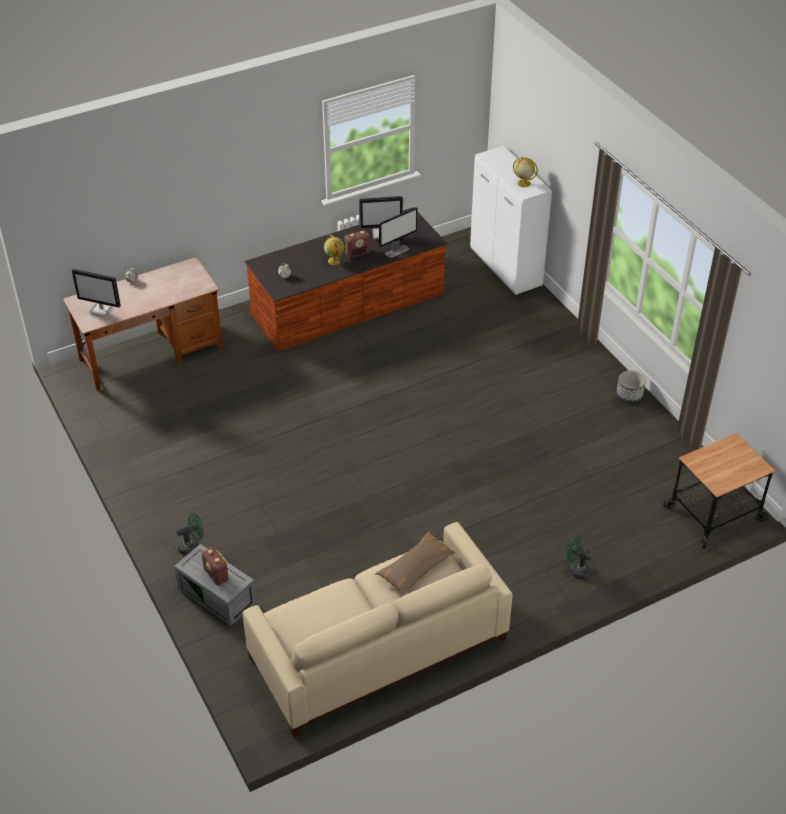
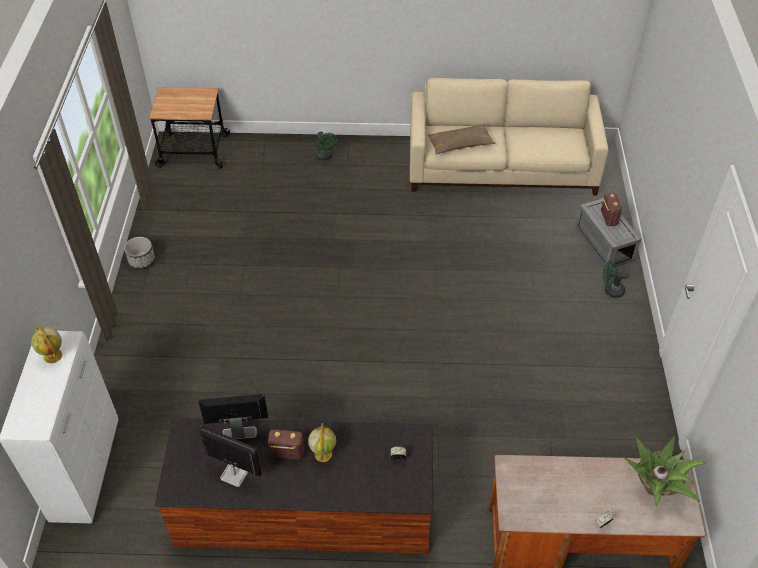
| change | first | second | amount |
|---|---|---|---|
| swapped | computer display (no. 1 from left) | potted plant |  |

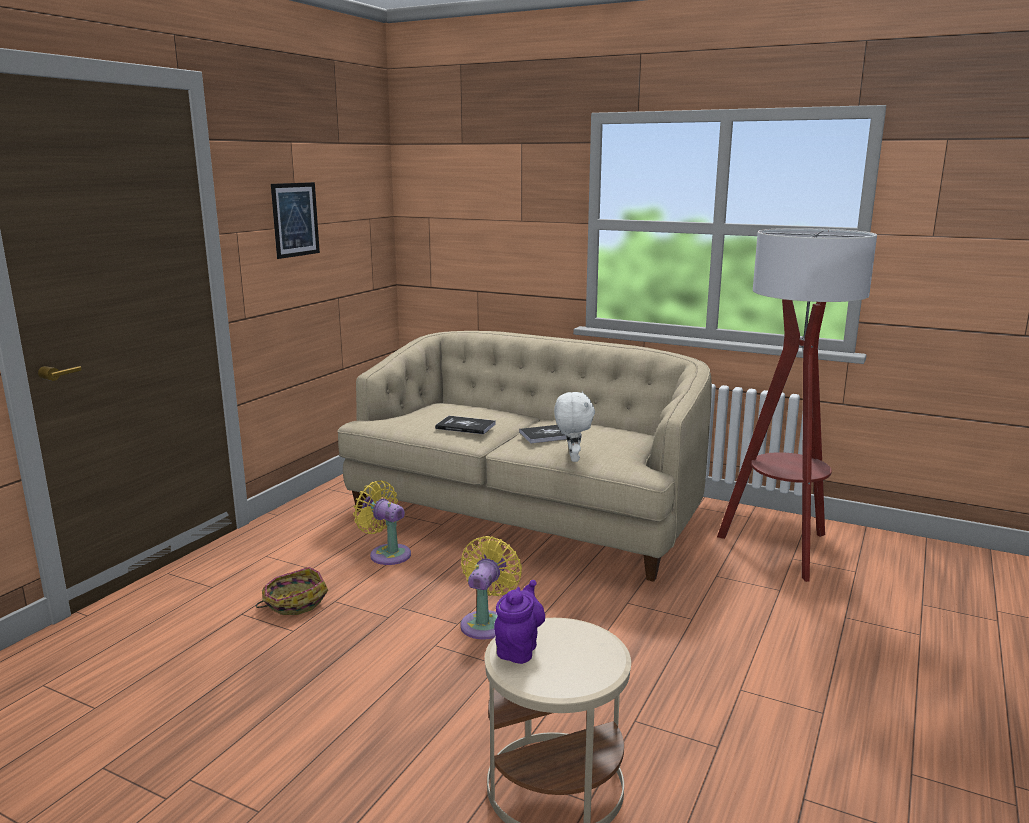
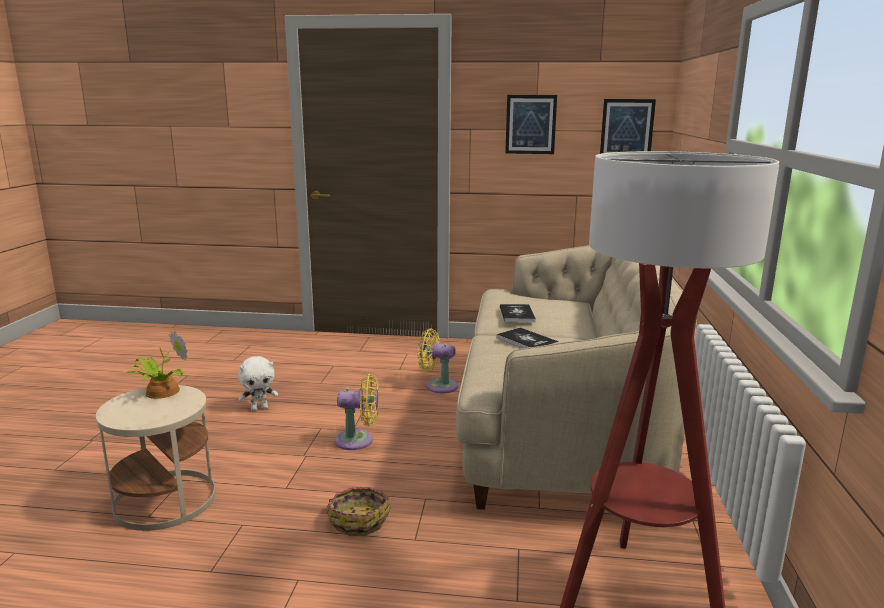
| change | first | second | amount |
|---|---|---|---|
| shifted | household basket |  |  |
| rotated | yellow cooling fan (no. 1 from left in the first image) | yellow cooling fan (no. 2 from left) | 90 degrees counterclockwise |
| swapped | purple pot for tea | potted plant |  |
| shifted | white plush toy |  |  |
| new |  | wall picture (no. 2 from left) |  |

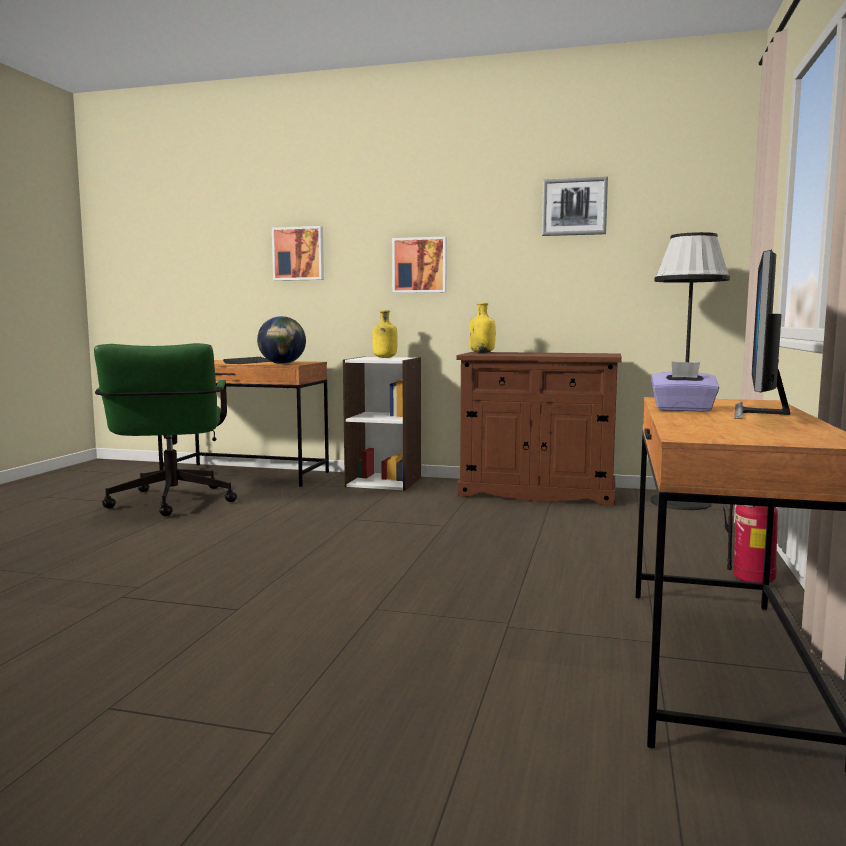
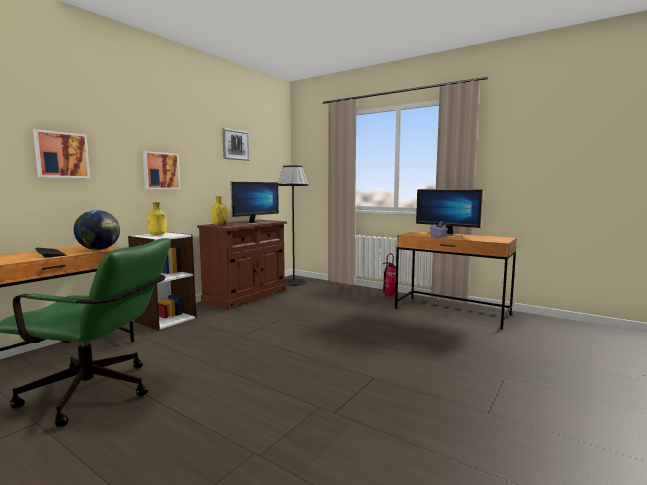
| change | first | second | amount |
|---|---|---|---|
| new |  | computer display (no. 1 from left) |  |

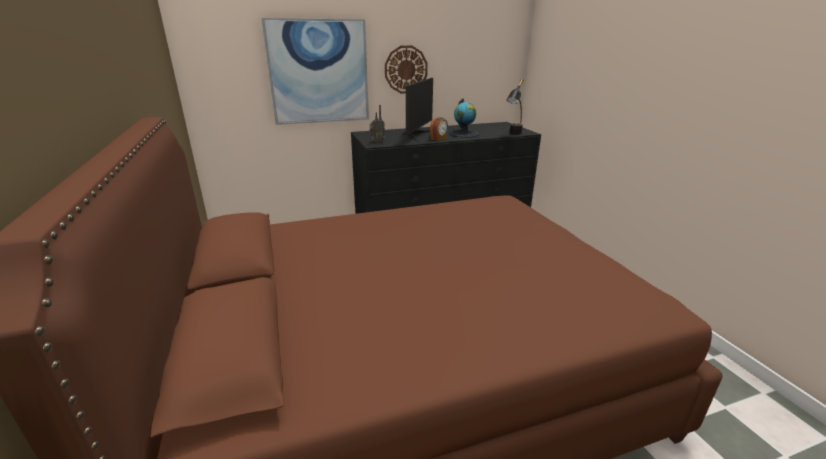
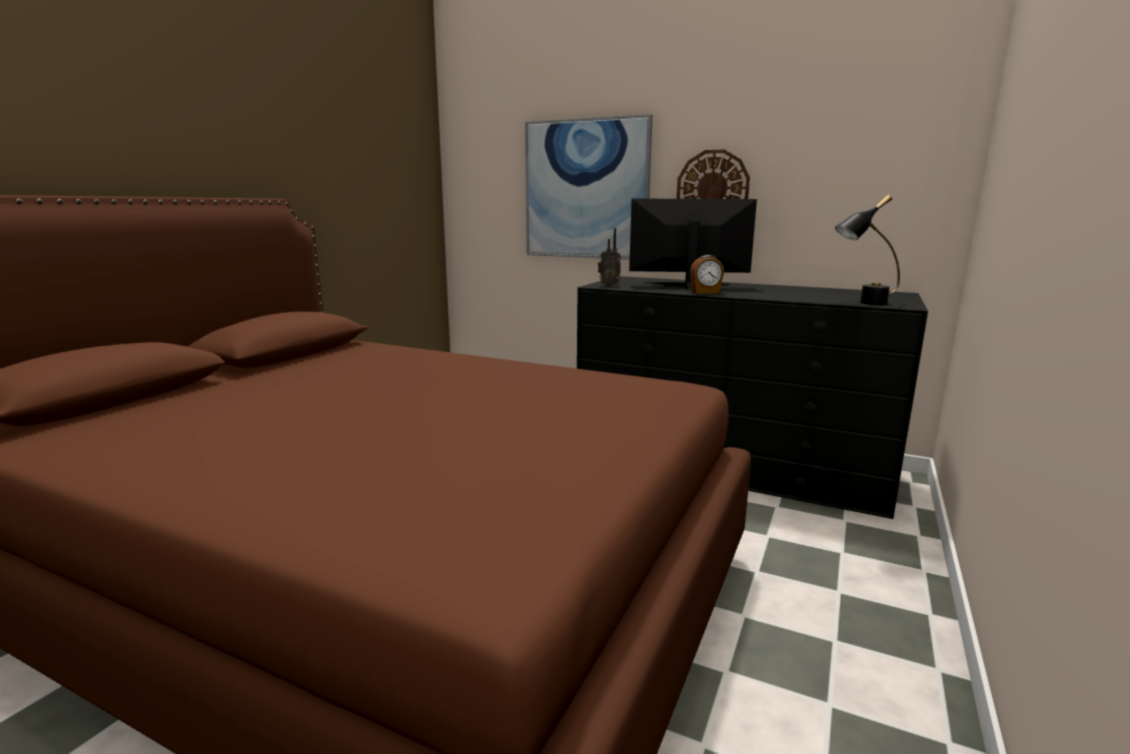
| change | first | second | amount |
|---|---|---|---|
| rotated | computer display |  | 150 degrees counterclockwise |
| gone | world globe |  |  |

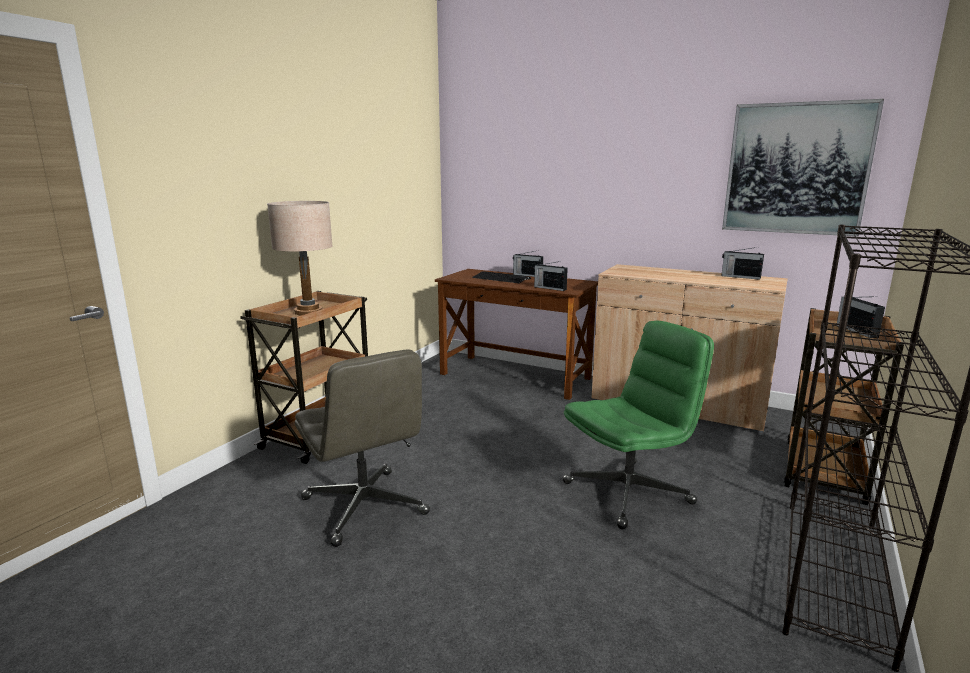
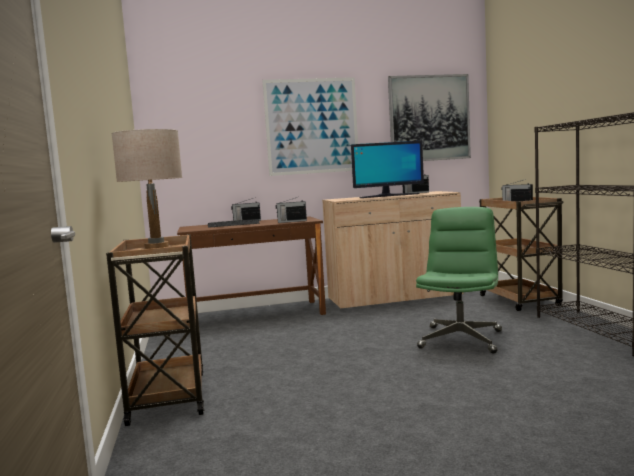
| change | first | second | amount |
|---|---|---|---|
| gone | greyish desk chair |  |  |
| new |  | wall picture (no. 1 from left) |  |
| new |  | computer display |  |

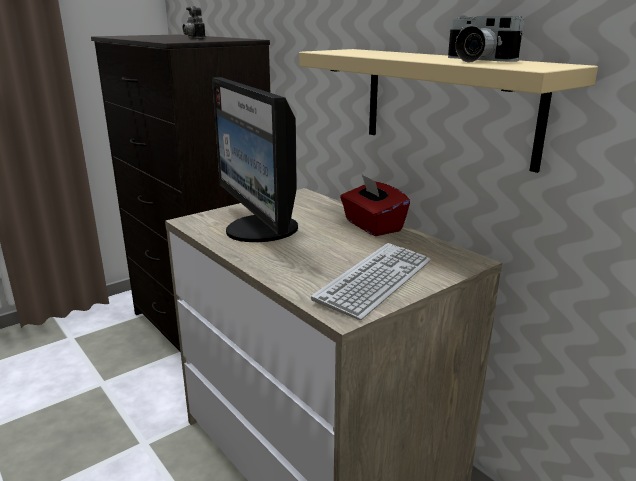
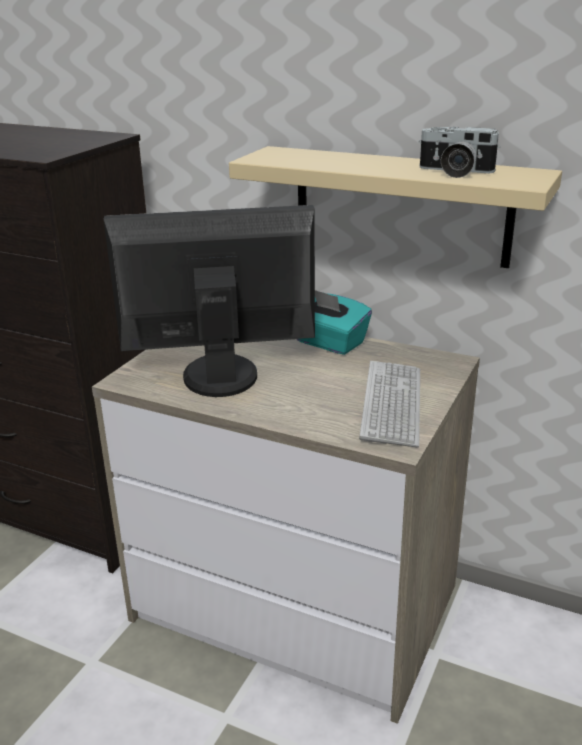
| change | first | second | amount |
|---|---|---|---|
| gone | photo camera (no. 1 from left) |  |  |
| rotated | computer display |  | 135 degrees clockwise |
| repainted | reddish tissue holder | blue-green tissue holder |  |

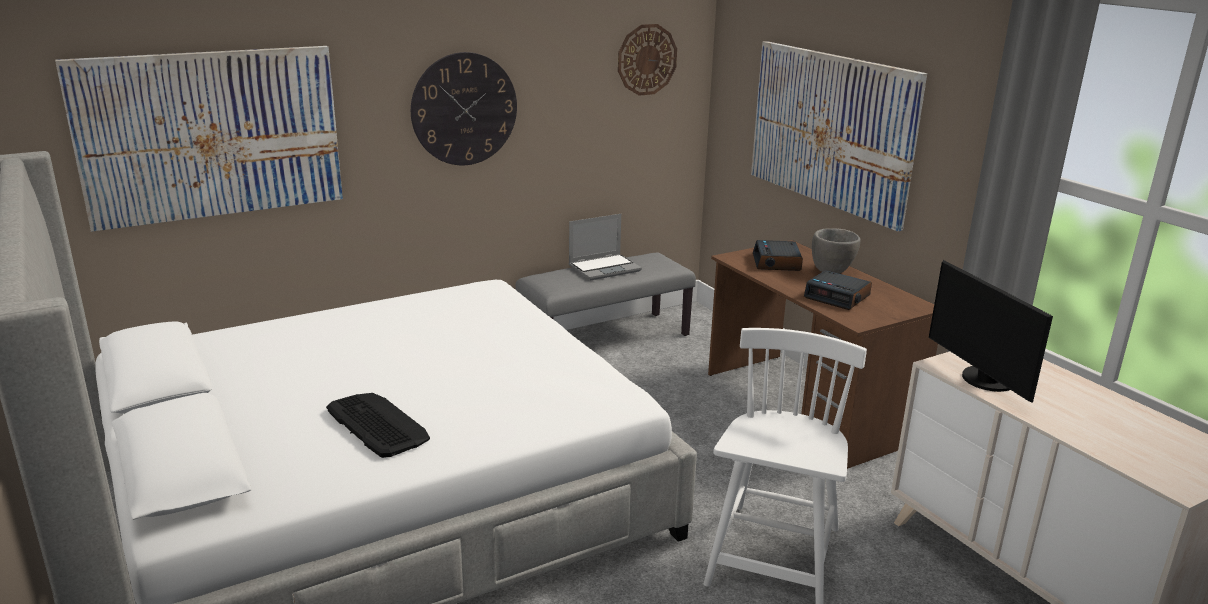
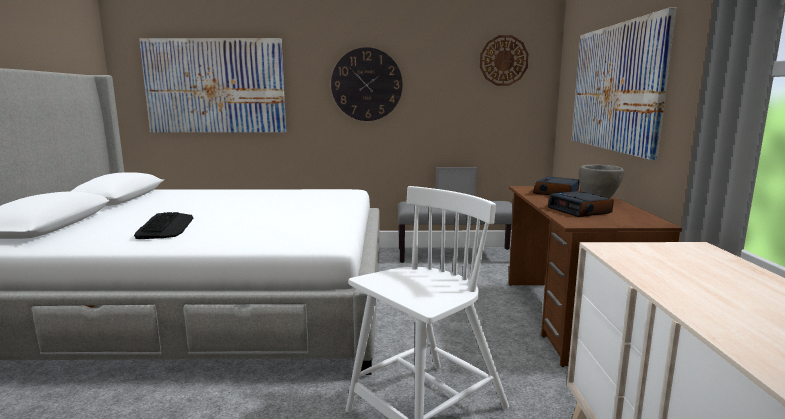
| change | first | second | amount |
|---|---|---|---|
| gone | computer display |  |  |

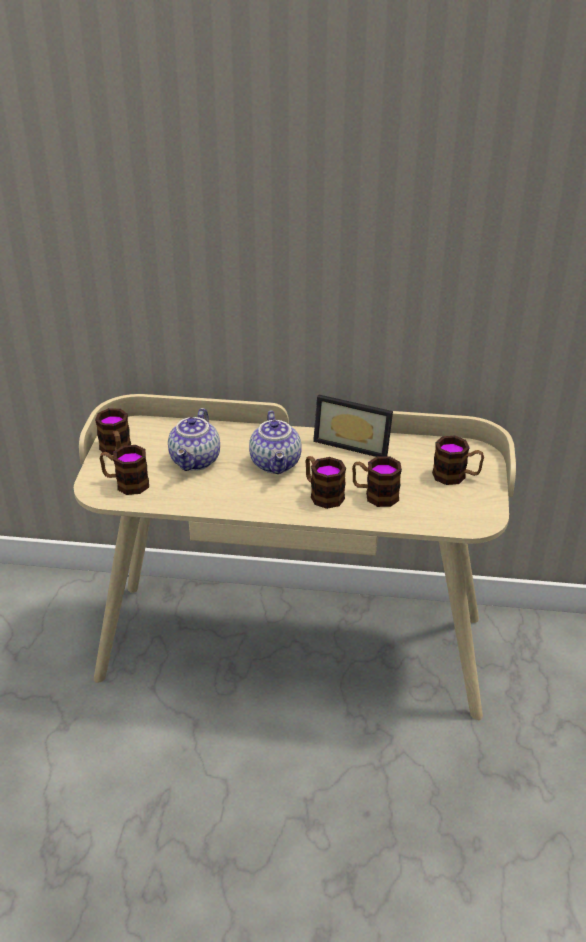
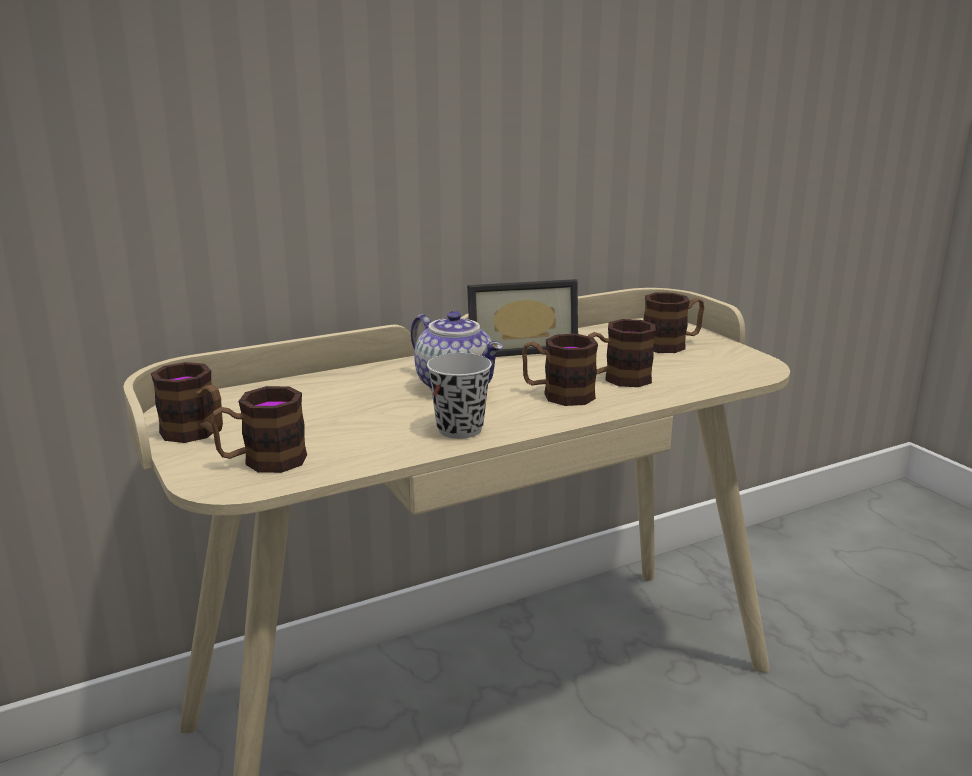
| change | first | second | amount |
|---|---|---|---|
| gone | pot for tea (no. 1 from left) |  |  |
| new |  | black-coloured cup |  |

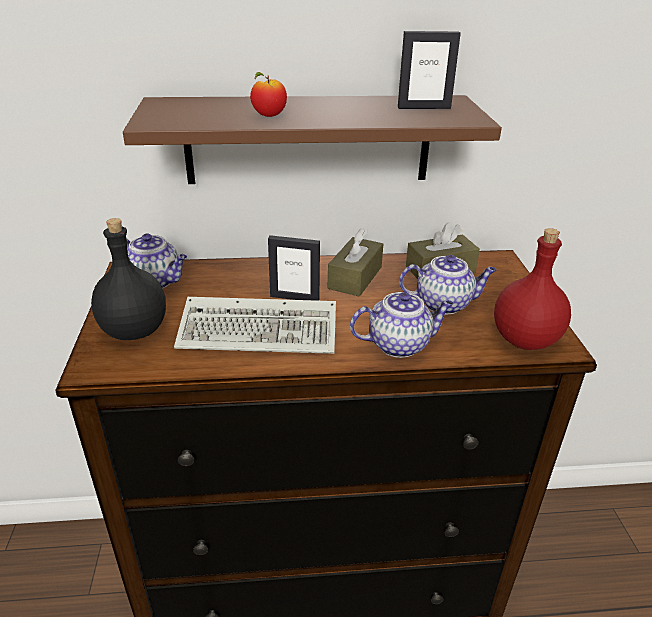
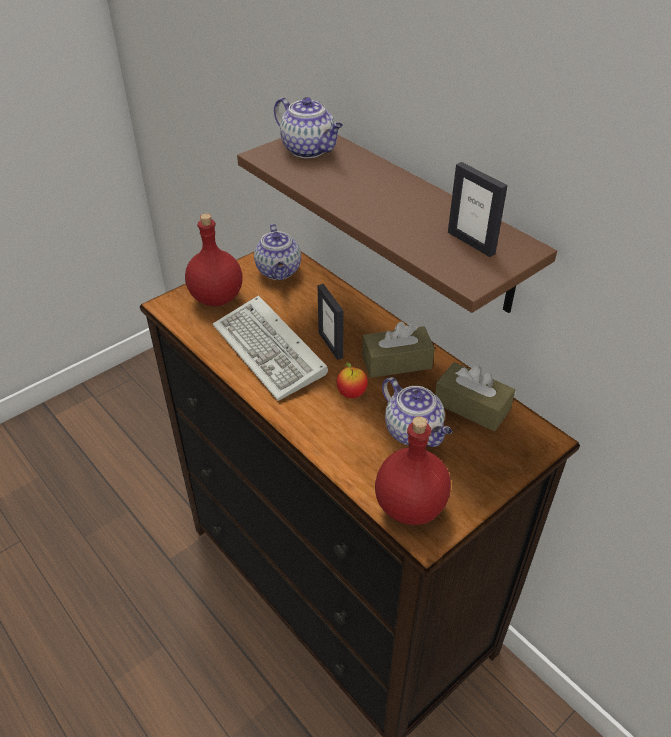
| change | first | second | amount |
|---|---|---|---|
| repainted | black-coloured beverage bottle | reddish beverage bottle (no. 1 from left) |  |
| shifted | whole apple |  |  |
| shifted | pot for tea (no. 2 from left) |  |  |

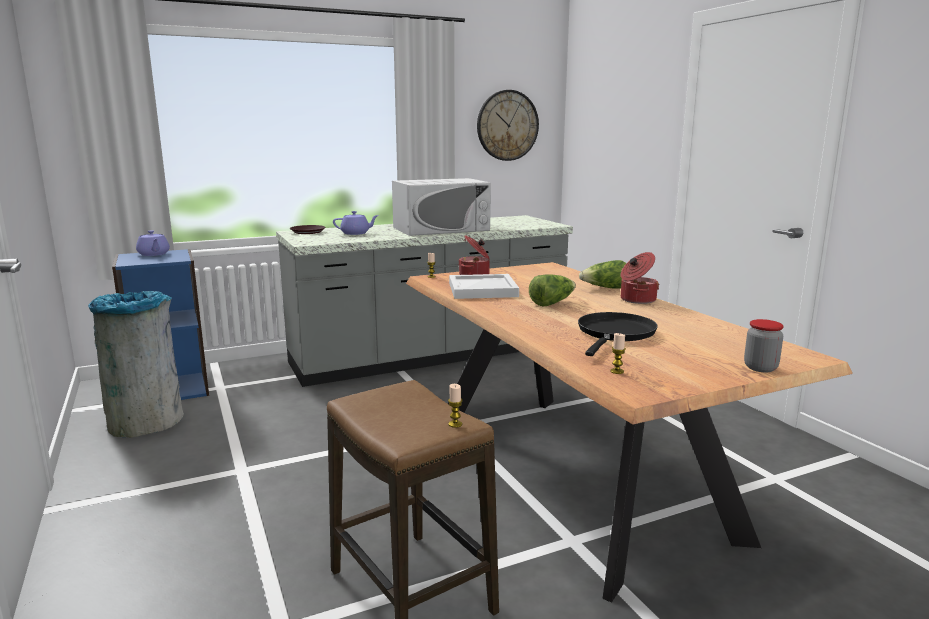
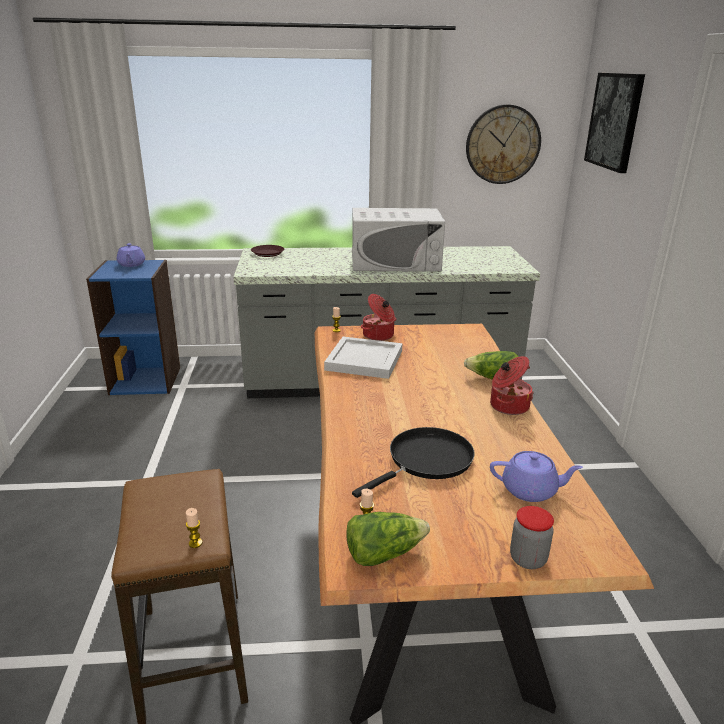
| change | first | second | amount |
|---|---|---|---|
| gone | greyish waste bin |  |  |
| shifted | purple pot for tea (no. 2 from left) |  |  |
| shifted | lettuce head (no. 1 from left) |  |  |
| new |  | wall picture |  |

